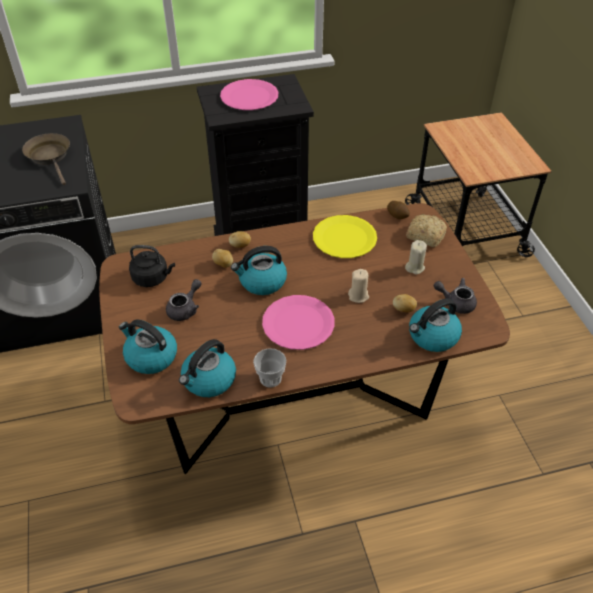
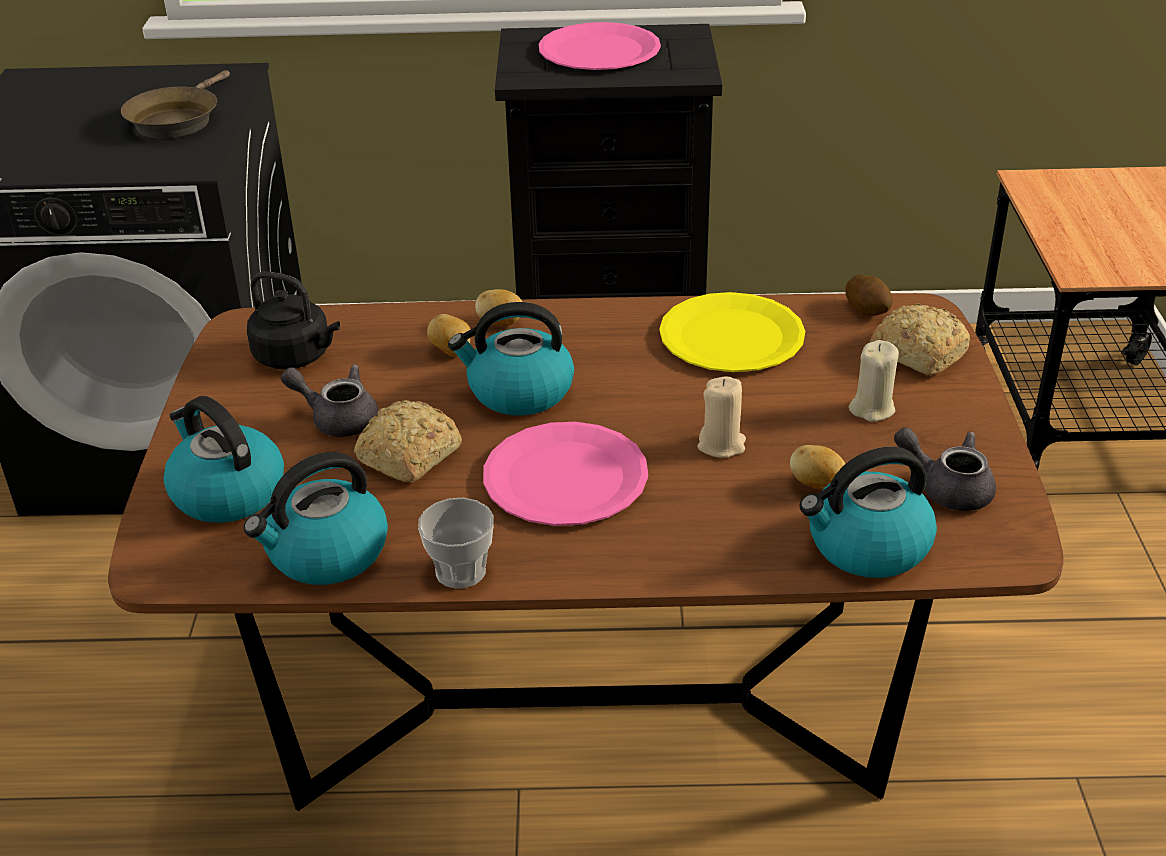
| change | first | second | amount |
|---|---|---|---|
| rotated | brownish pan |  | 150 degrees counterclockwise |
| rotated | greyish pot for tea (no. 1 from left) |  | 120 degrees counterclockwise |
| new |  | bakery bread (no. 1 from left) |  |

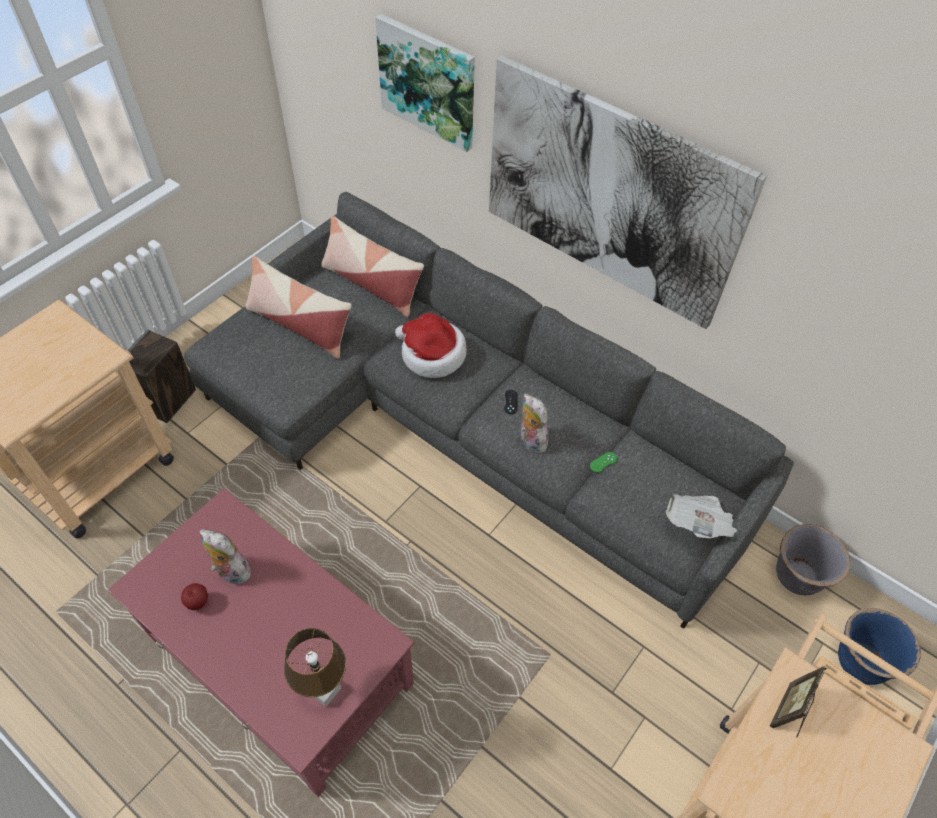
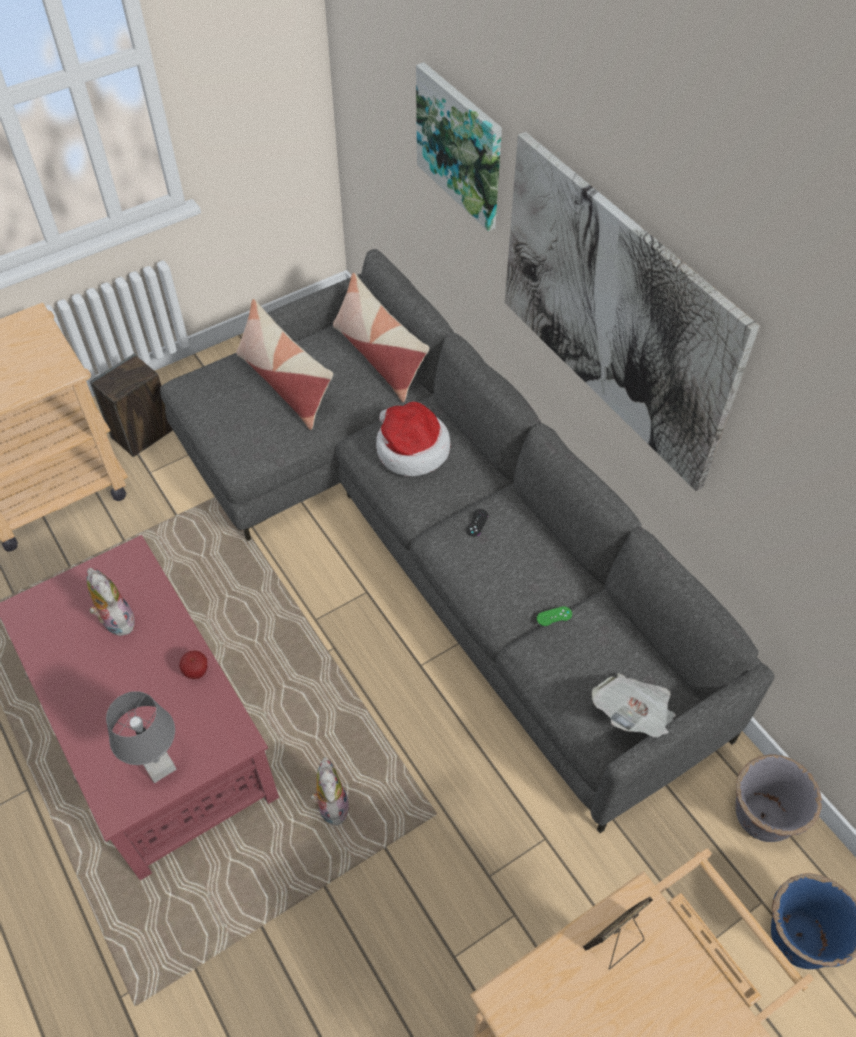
| change | first | second | amount |
|---|---|---|---|
| shifted | whole apple |  |  |
| repainted | brownish lamp for a table | greyish lamp for a table |  |
| shifted | plush toy (no. 2 from left) |  |  |

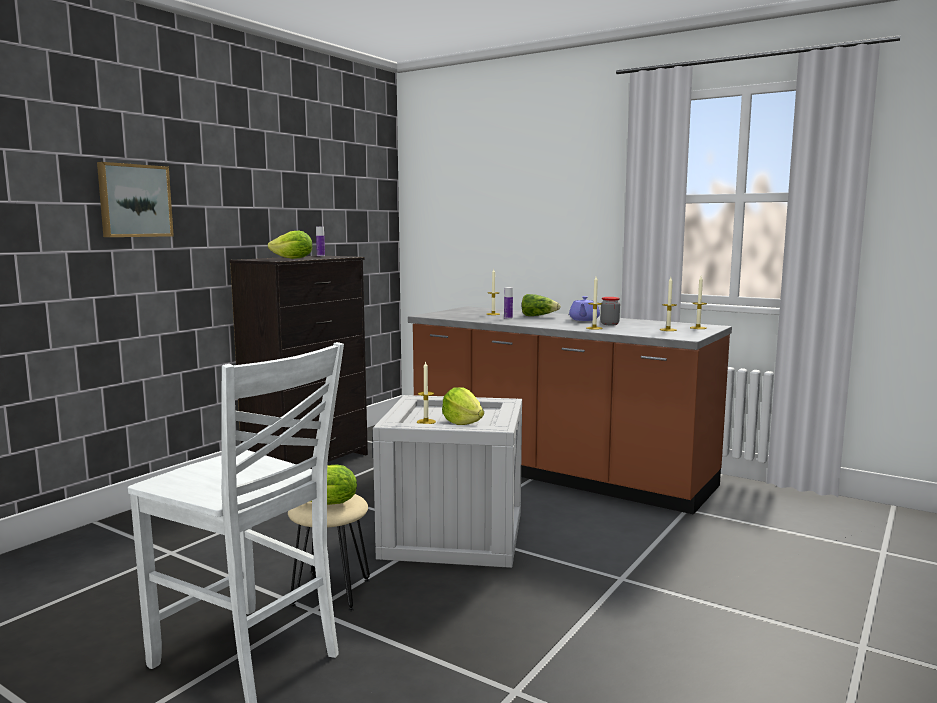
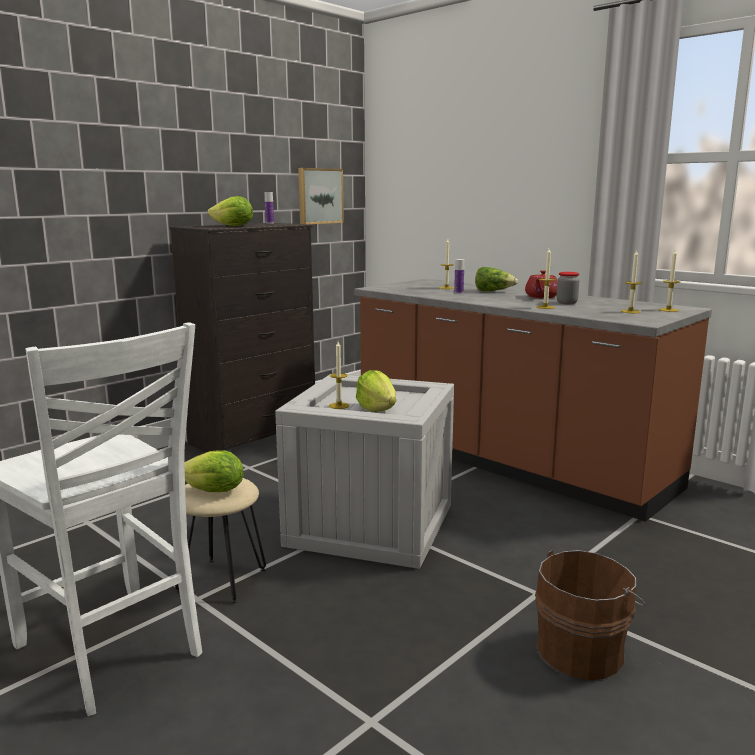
| change | first | second | amount |
|---|---|---|---|
| shifted | wall picture |  |  |
| repainted | purple pot for tea | reddish pot for tea |  |
| new |  | brownish water bucket |  |

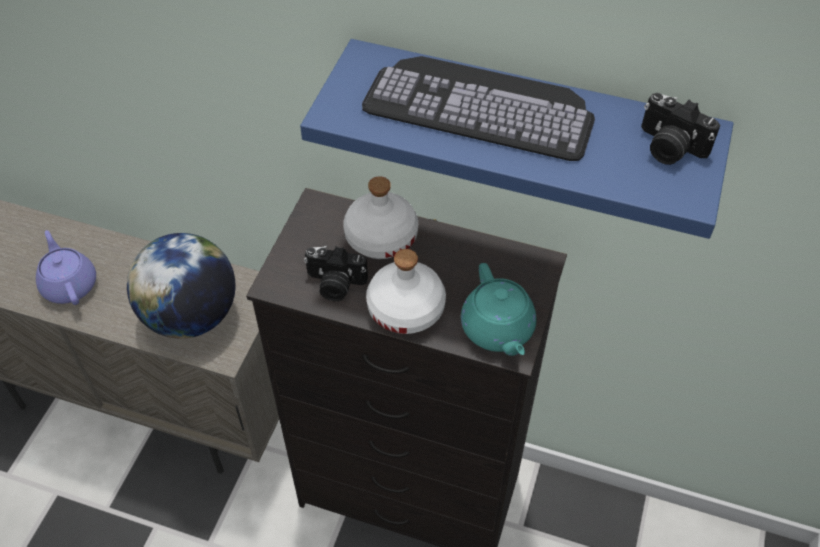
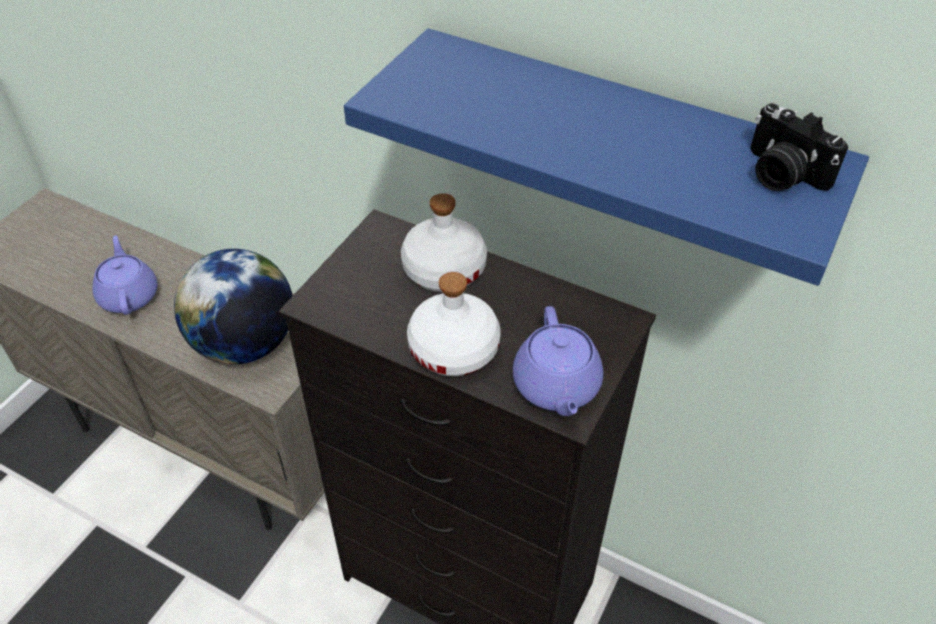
| change | first | second | amount |
|---|---|---|---|
| gone | photo camera (no. 1 from left) |  |  |
| gone | PC keyboard |  |  |
| repainted | blue-green pot for tea | purple pot for tea (no. 2 from left) |  |

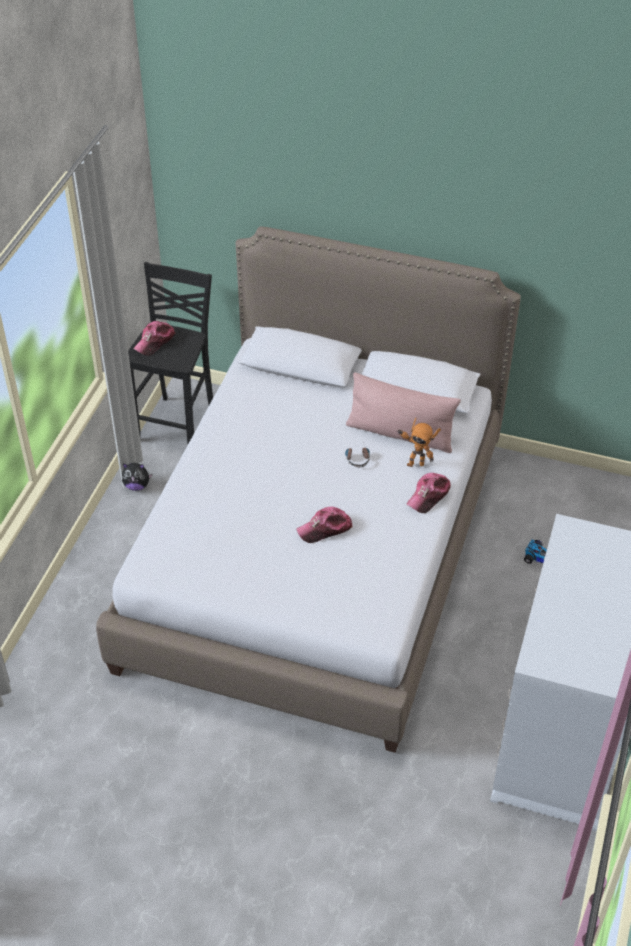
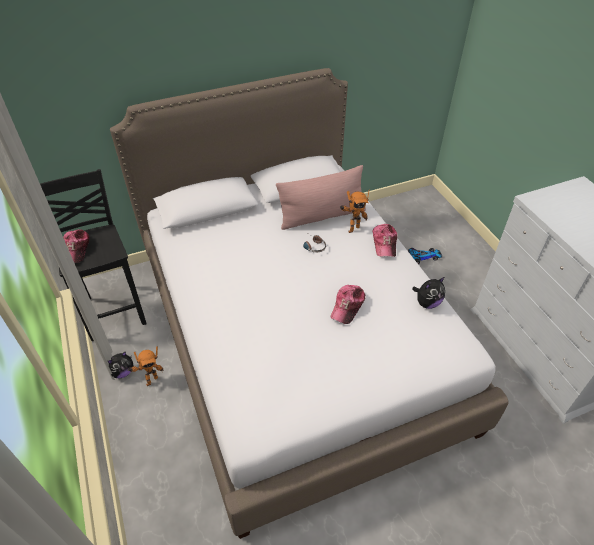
| change | first | second | amount |
|---|---|---|---|
| new |  | robot figure (no. 1 from left) |  |
| new |  | plush toy (no. 2 from left) |  |

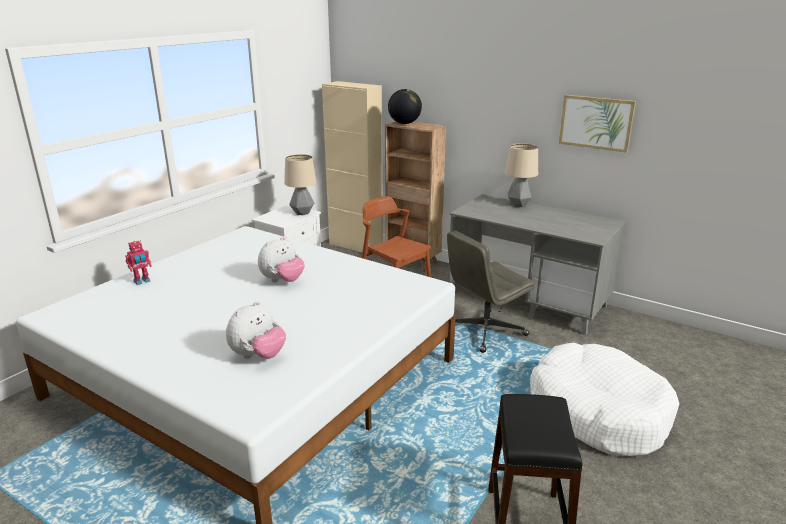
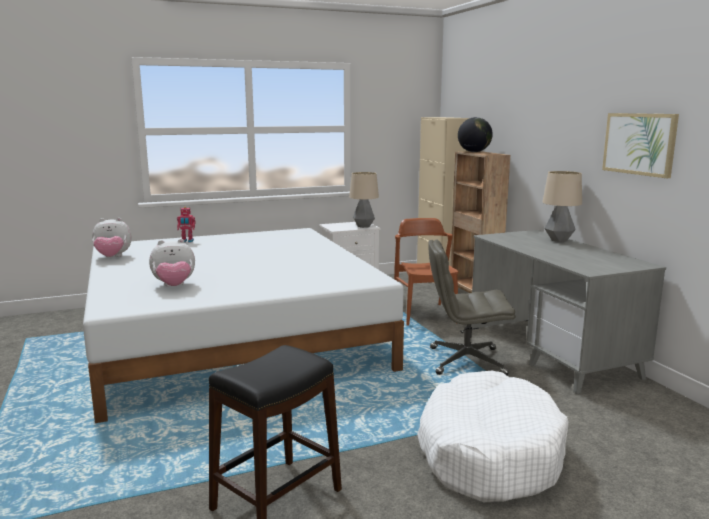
| change | first | second | amount |
|---|---|---|---|
| shifted | plush toy (no. 2 from left in the first image) | plush toy (no. 1 from left) |  |

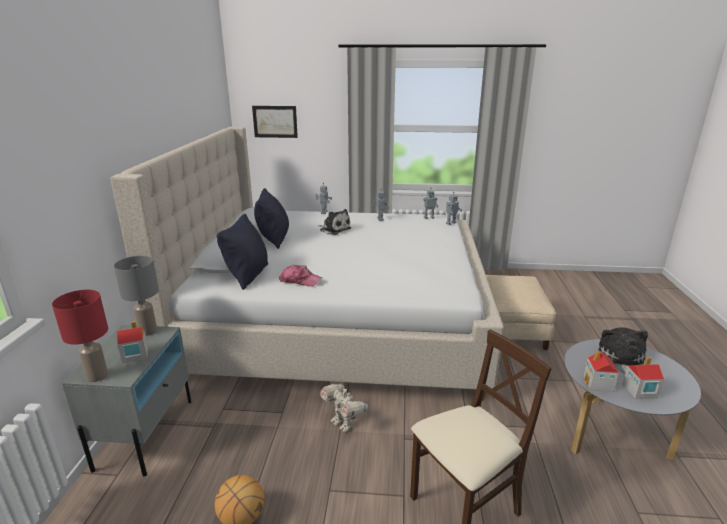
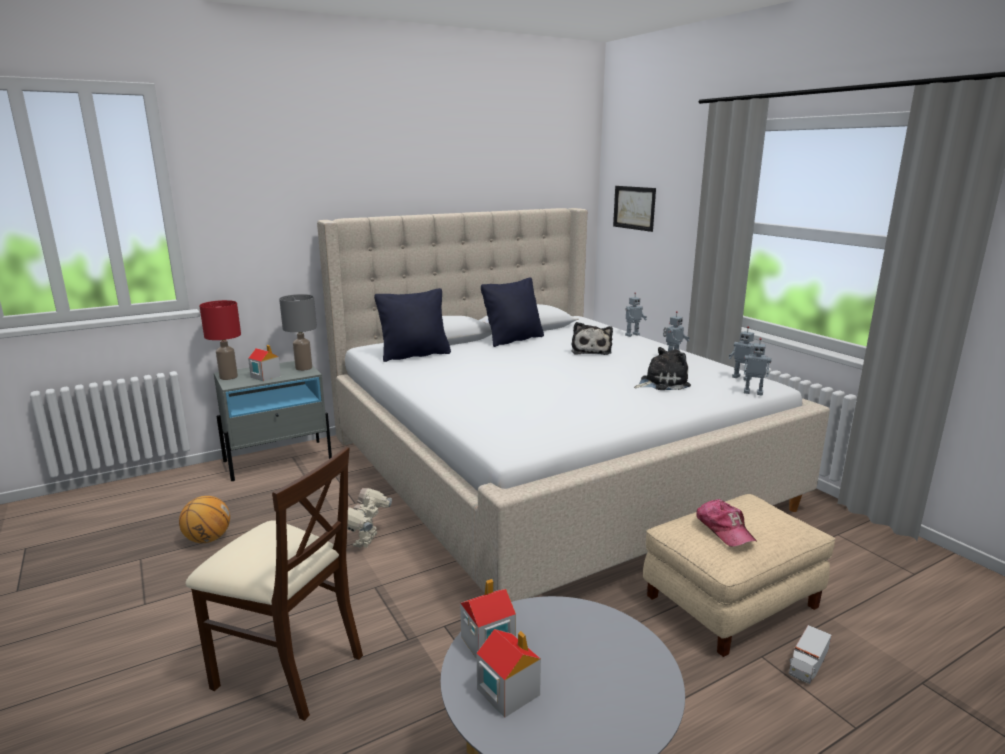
| change | first | second | amount |
|---|---|---|---|
| shifted | baseball cap |  |  |
| shifted | plush toy (no. 2 from left) |  |  |
| new |  | toy truck |  |

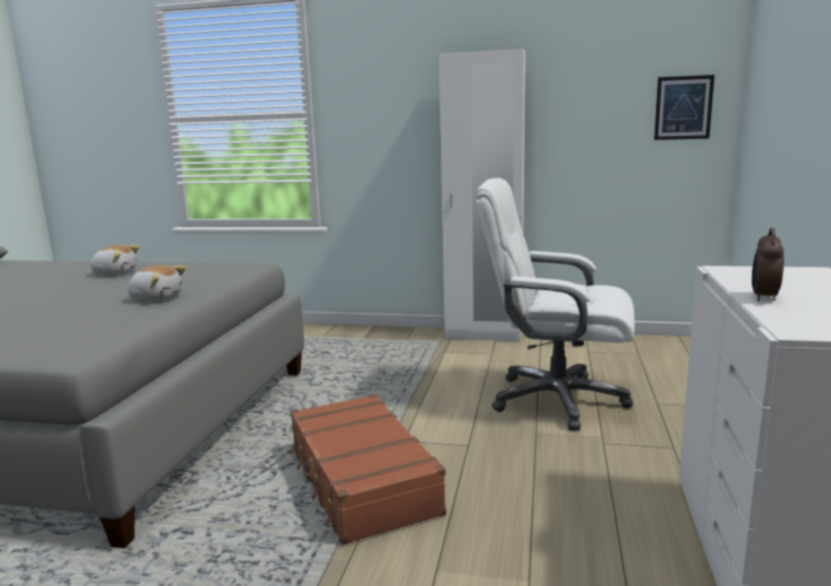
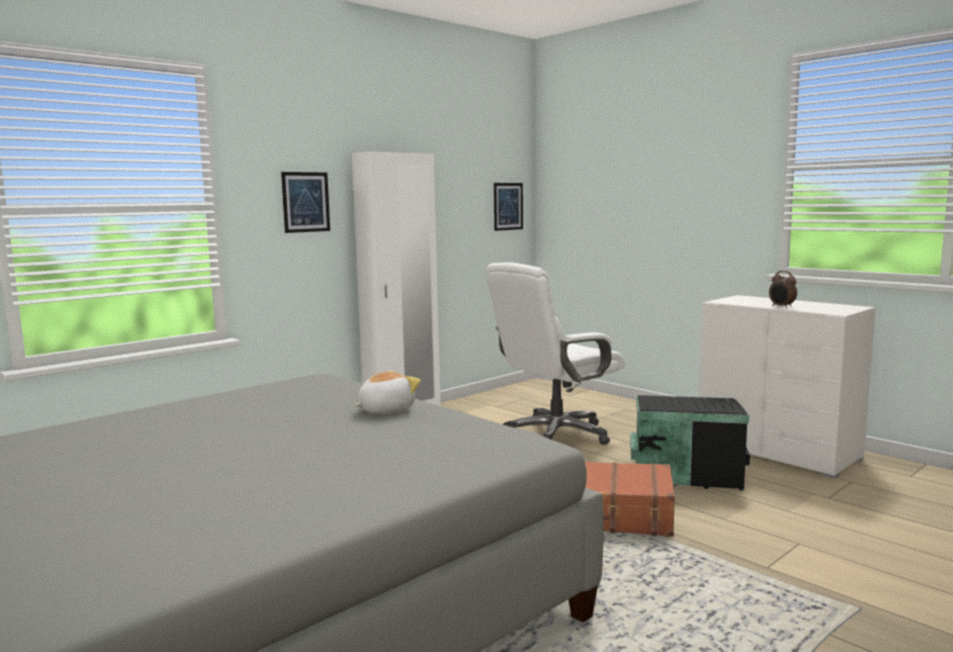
| change | first | second | amount |
|---|---|---|---|
| gone | plush toy (no. 1 from left) |  |  |
| new |  | wall picture (no. 1 from left) |  |
| new |  | black-coloured storage box |  |

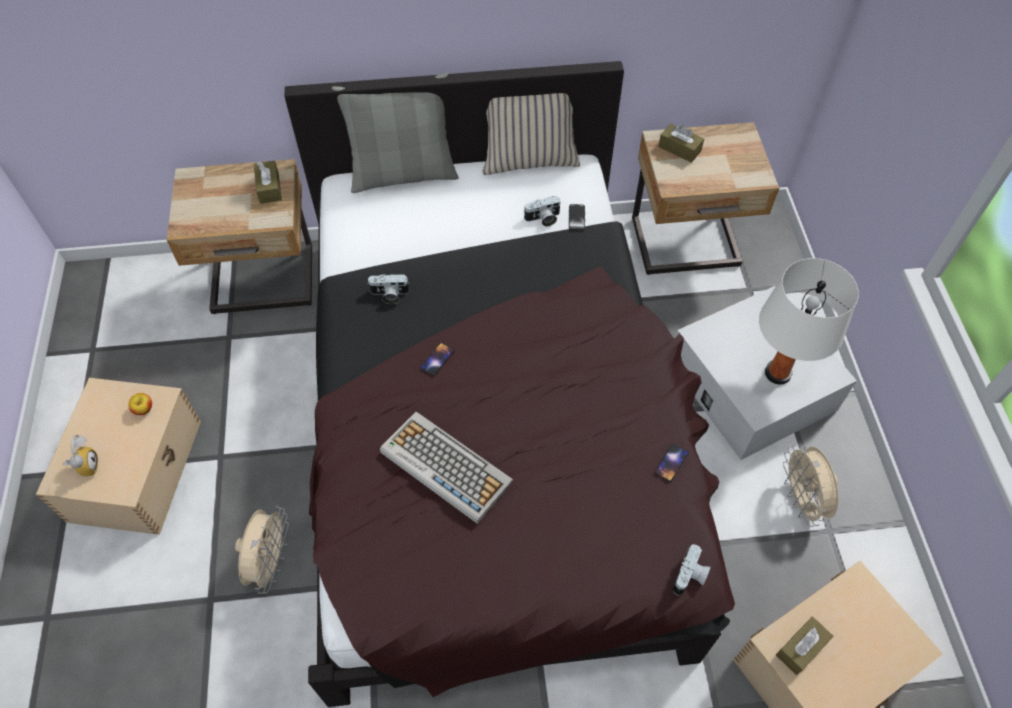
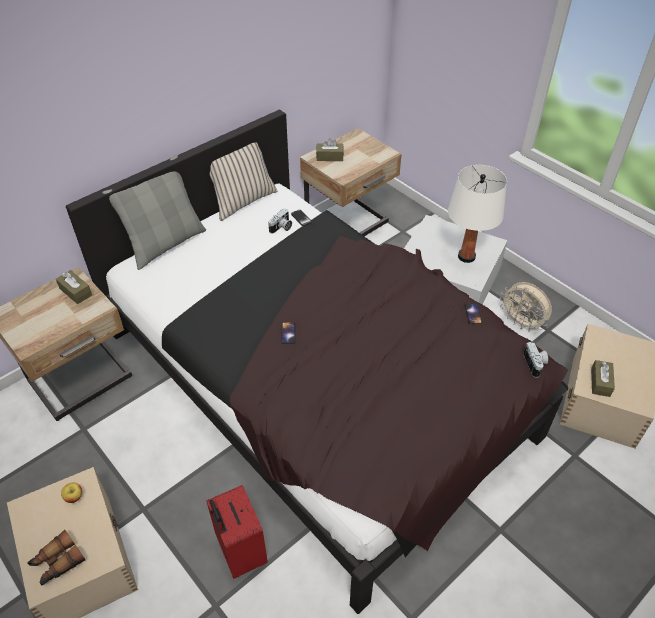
| change | first | second | amount |
|---|---|---|---|
| swapped | alarm clock | pair of binoculars |  |
| swapped | sand-coloured cooling fan (no. 1 from left) | reddish piece of luggage |  |
| gone | photo camera (no. 1 from left) |  |  |
| gone | PC keyboard |  |  |

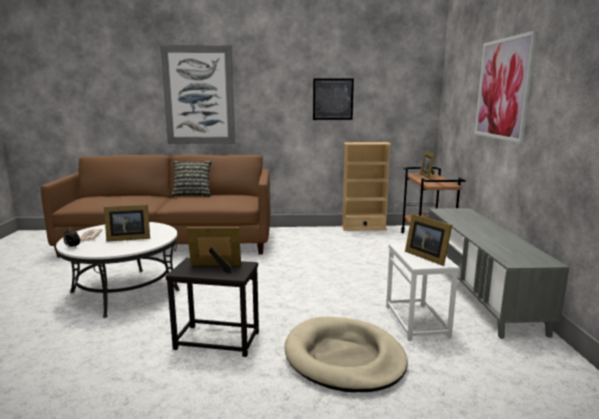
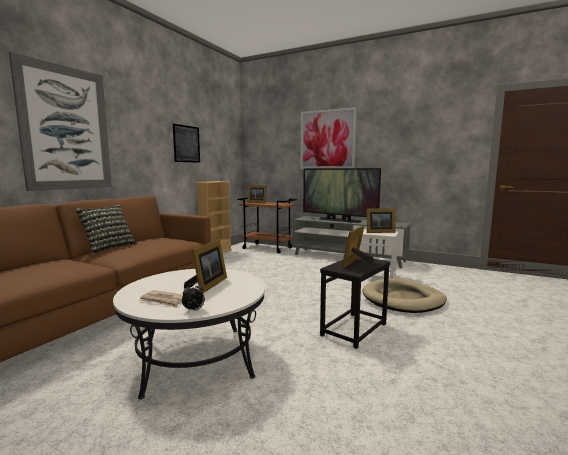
| change | first | second | amount |
|---|---|---|---|
| new |  | television |  |

